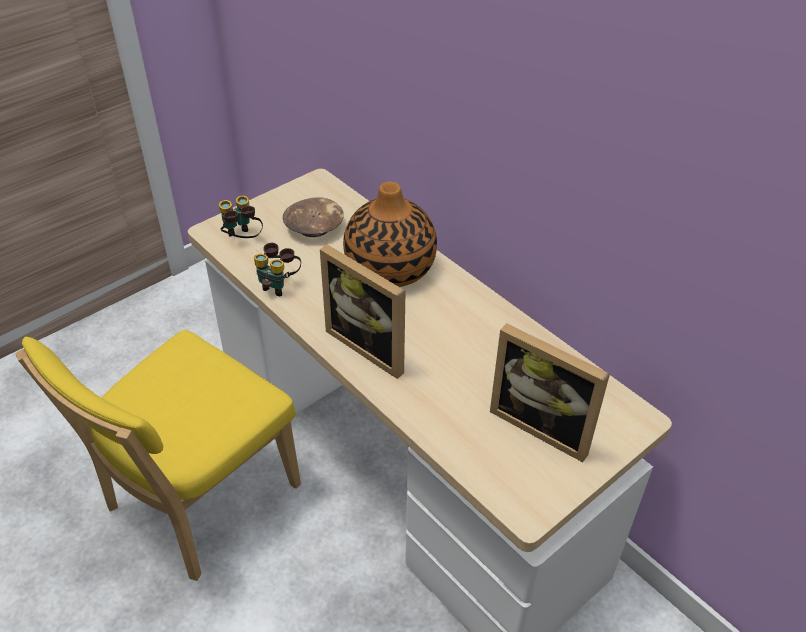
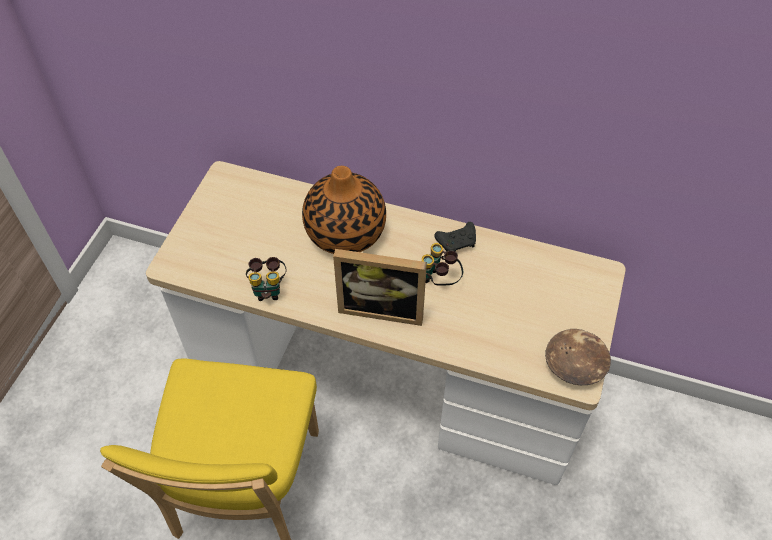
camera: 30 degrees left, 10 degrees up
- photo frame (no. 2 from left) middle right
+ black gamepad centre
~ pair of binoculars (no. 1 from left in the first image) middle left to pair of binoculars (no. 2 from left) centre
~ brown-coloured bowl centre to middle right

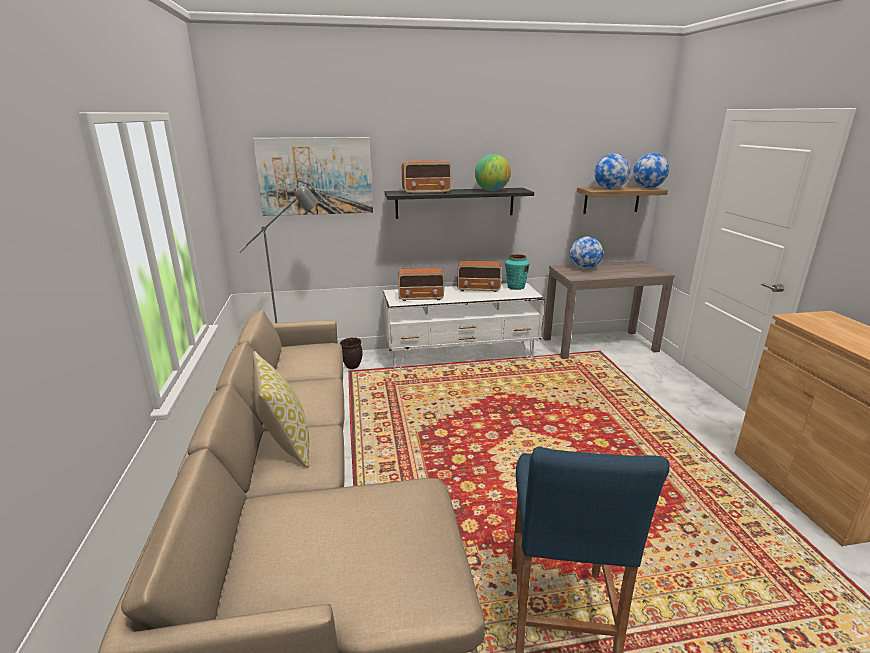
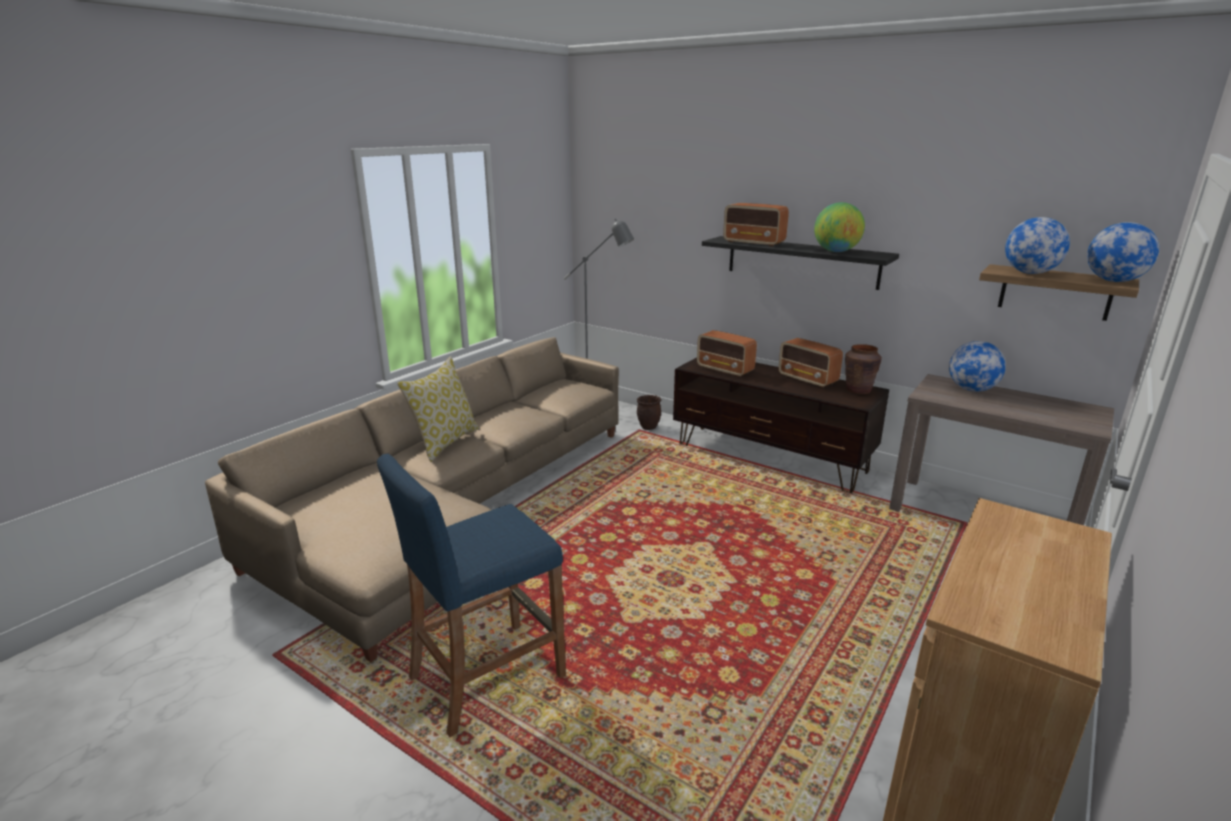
camera: 45 degrees right, 0 degrees up
- wall art top centre
~ whitish media console centre to brown-coloured media console centre
~ blue-green flower vase centre to brown-coloured flower vase middle right

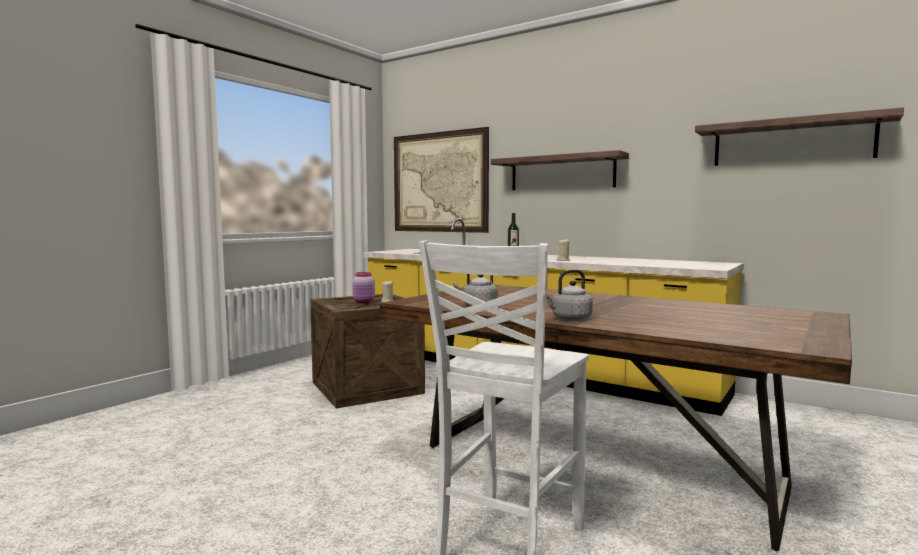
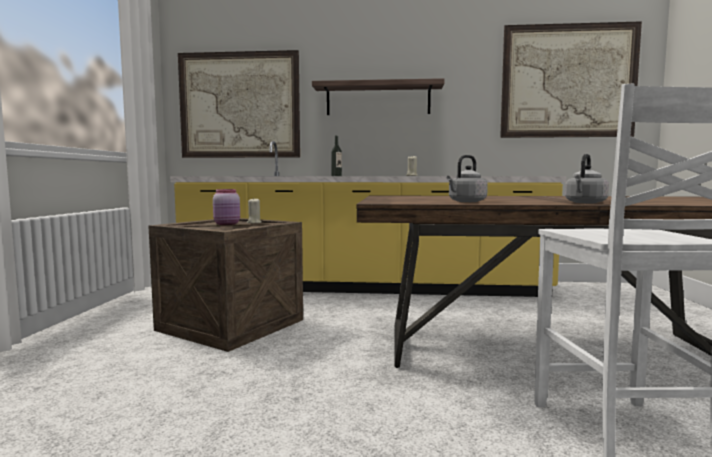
camera: 30 degrees left, 0 degrees up
~ wall shelf (no. 2 from left) top right to wall art (no. 2 from left) top right

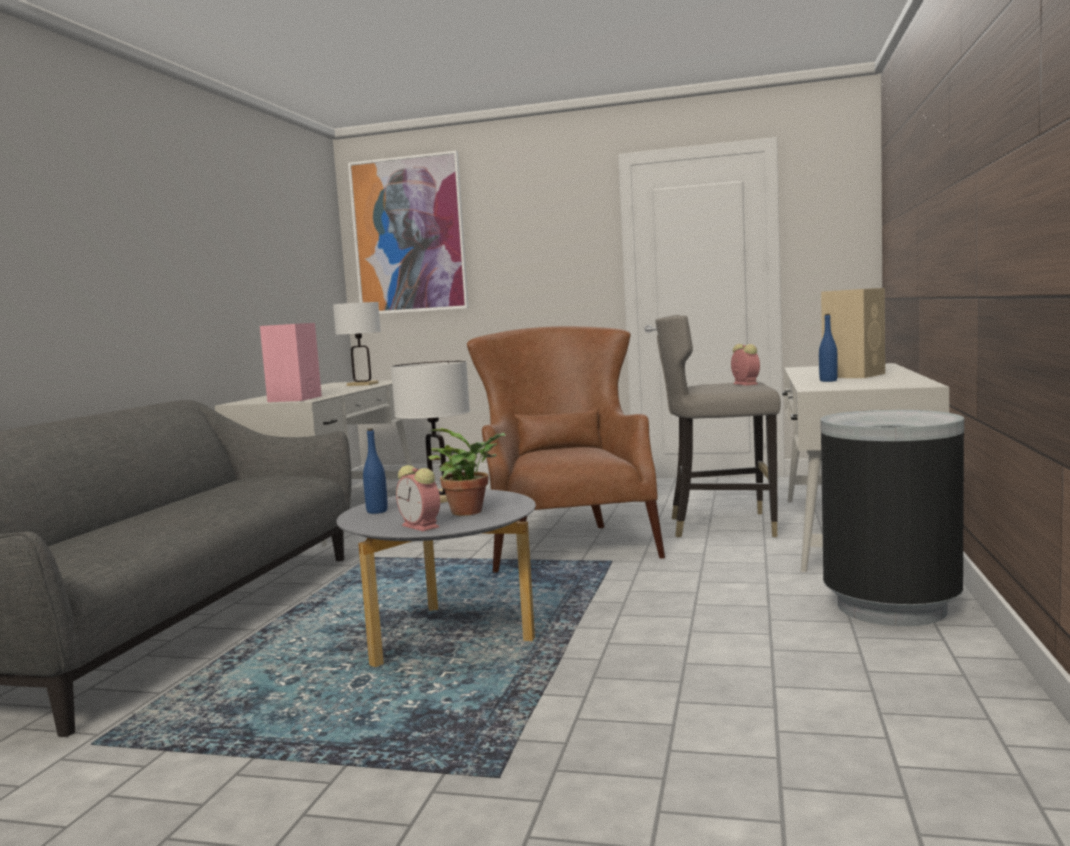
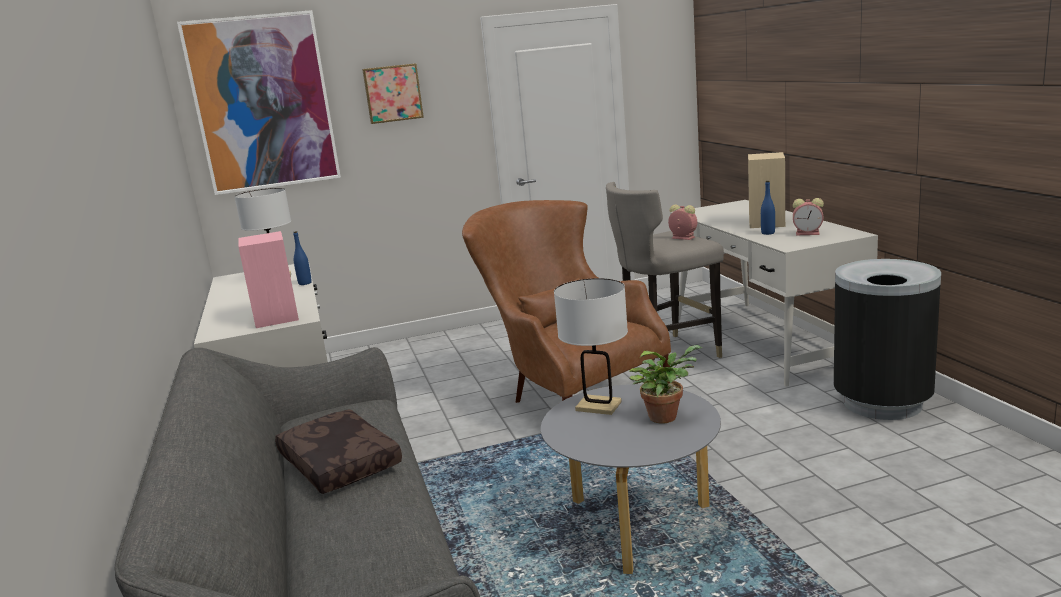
camera: 30 degrees left, 10 degrees up
+ brown-coloured pillow bottom left
+ wall art (no. 2 from left) top centre
~ bluish beverage bottle (no. 1 from left) centre to middle left
~ table clock (no. 1 from left in the first image) centre to table clock (no. 2 from left) middle right

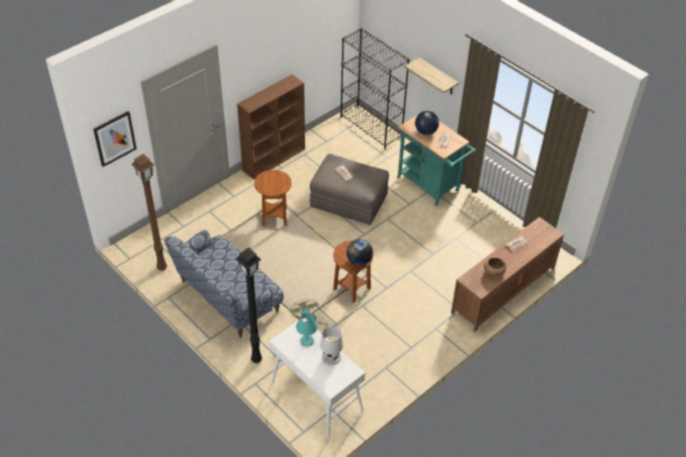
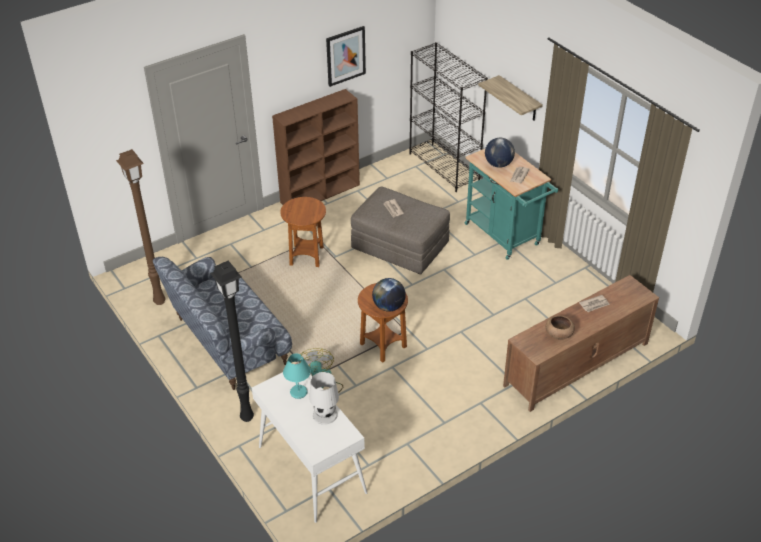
camera: 10 degrees right, 5 degrees down
~ wall art top left to top centre

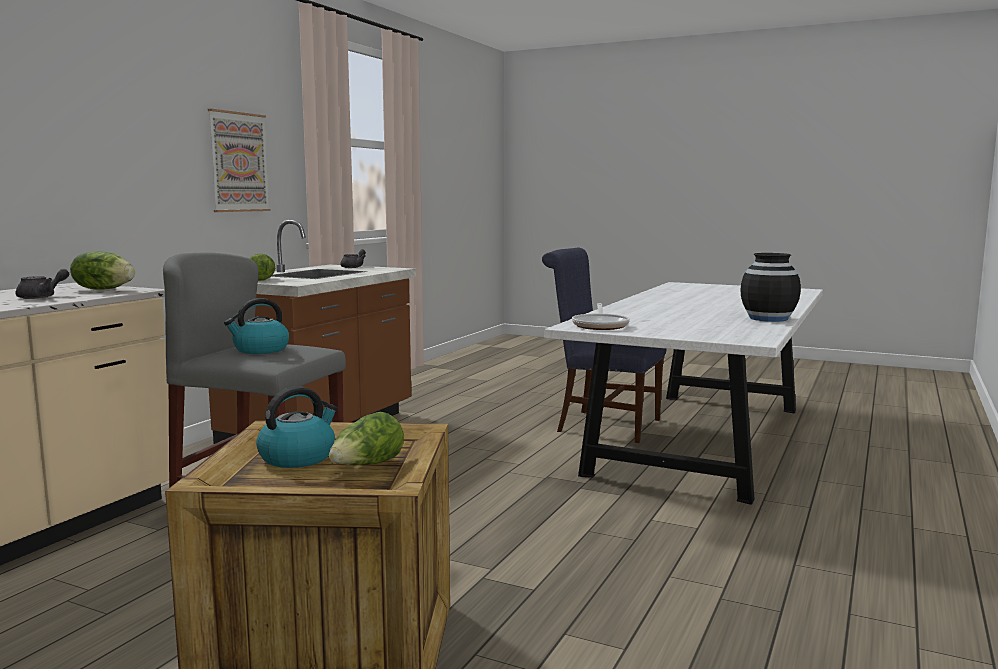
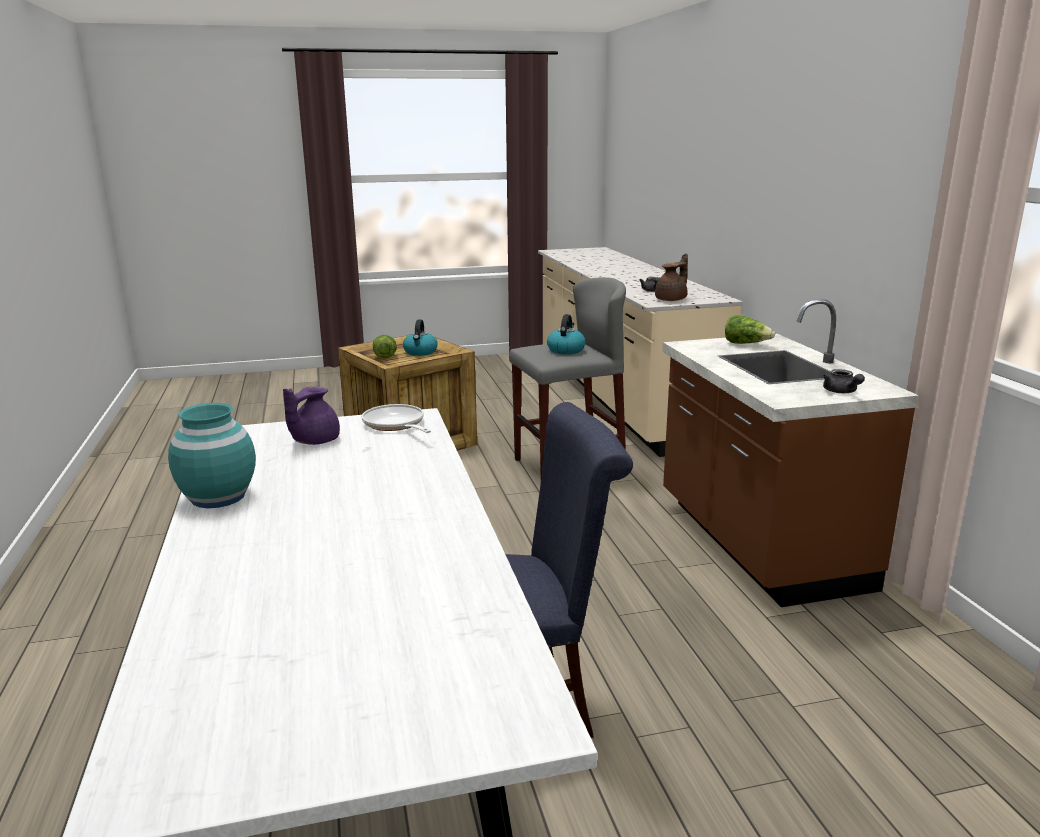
camera: 140 degrees right, 10 degrees up
- wall art top left
+ purple-coloured teapot middle left
~ head of lettuce (no. 1 from left) middle left to brown-coloured teapot top centre
~ black flower vase middle right to blue-green flower vase middle left

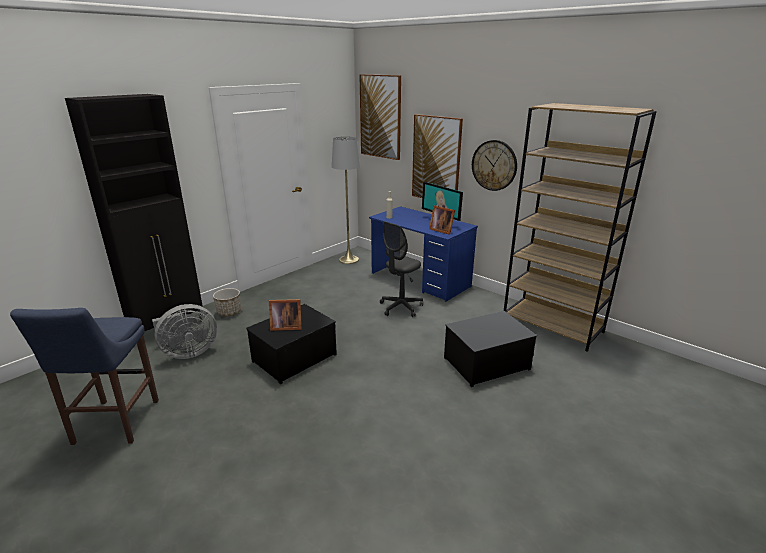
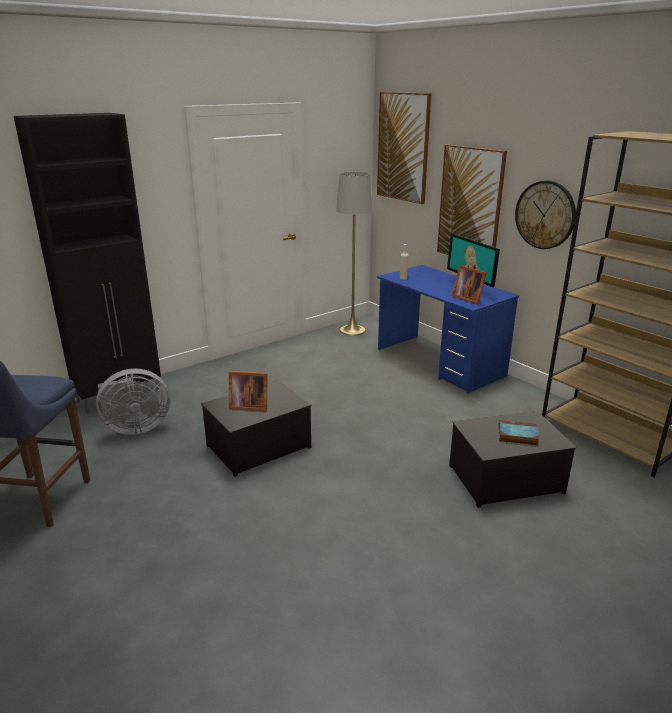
camera: 10 degrees right, 0 degrees up
- flower pot middle left
- grey office chair centre
+ volume middle right

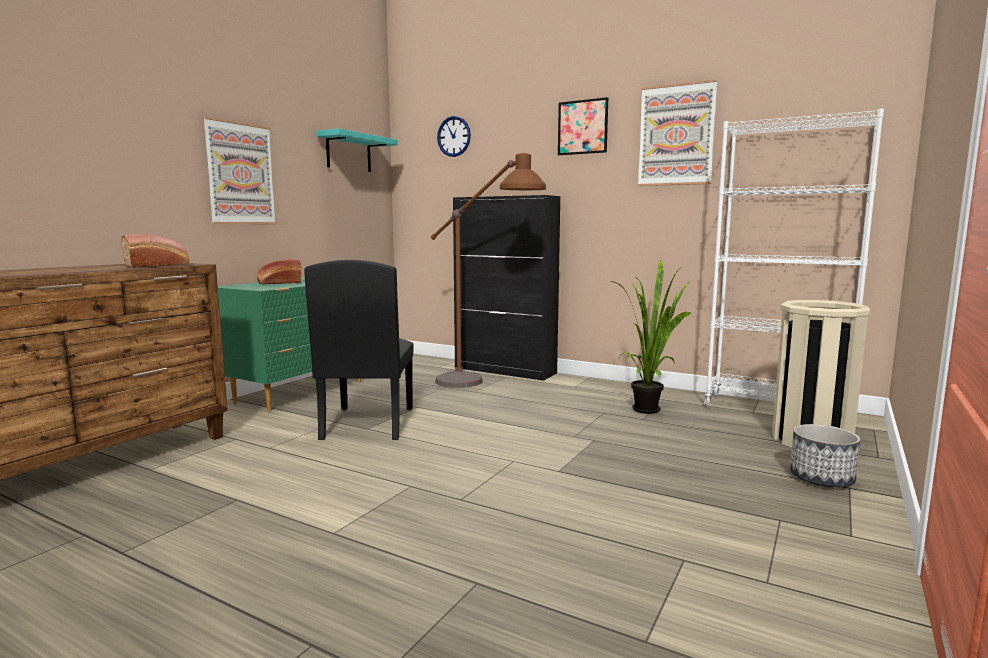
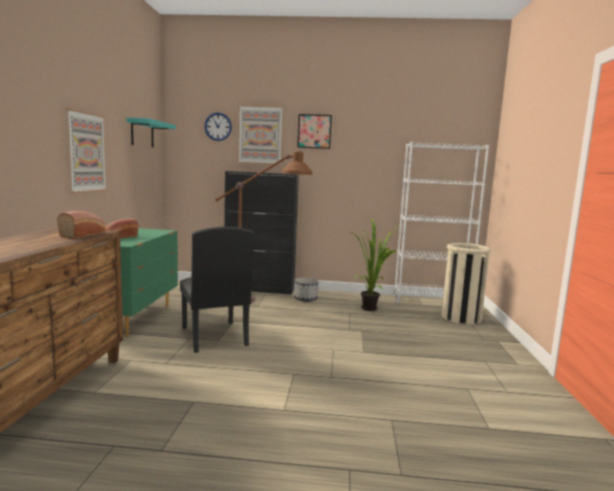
camera: 25 degrees left, 0 degrees up
~ wall art (no. 3 from left in the first image) top right to wall art (no. 2 from left) top centre
~ flower pot bottom right to centre

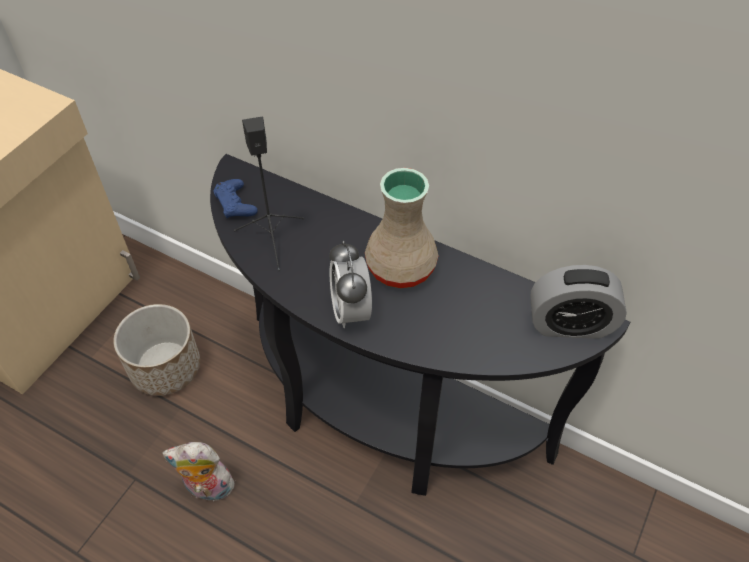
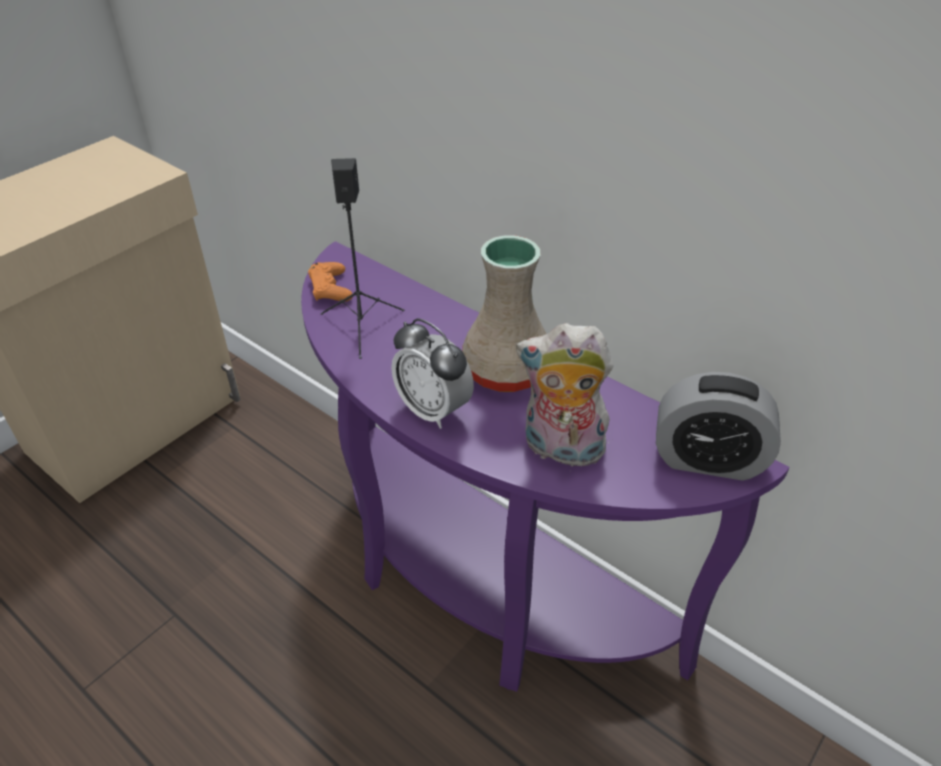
camera: 10 degrees right, 10 degrees down
- flower pot middle left
~ plush toy bottom left to centre
~ black hall table centre to purple-coloured hall table centre
~ bluish gamepad middle left to orange gamepad centre
~ table clock (no. 1 from left) centre = centre 45 degrees counterclockwise

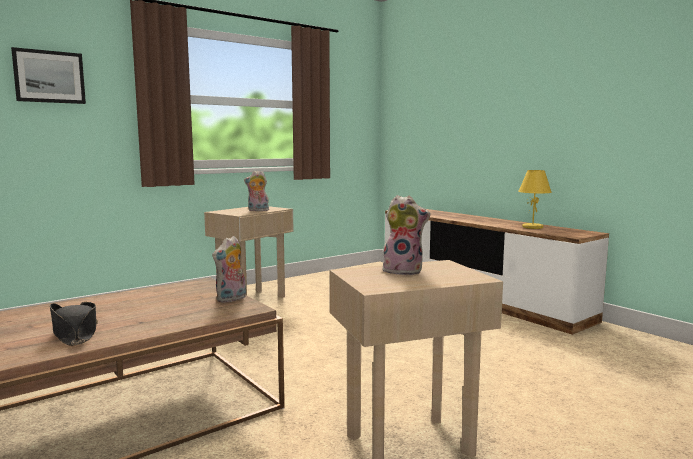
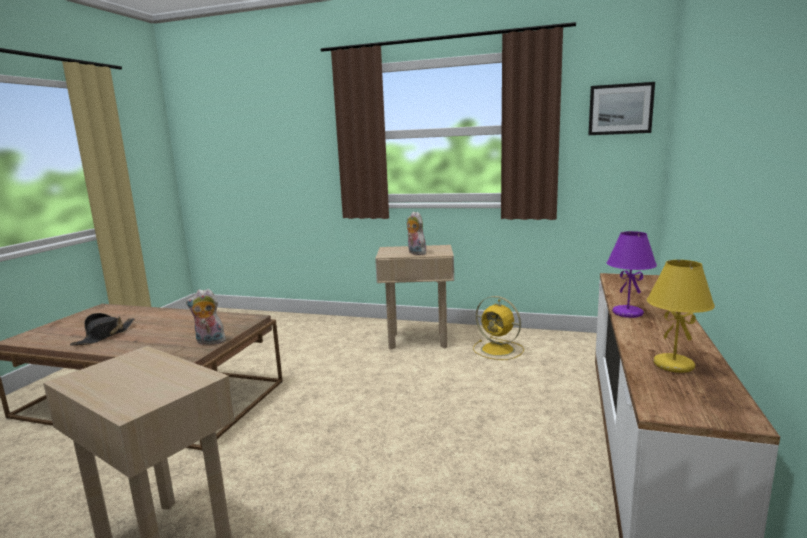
camera: 55 degrees right, 5 degrees up
- plush toy (no. 3 from left) centre
+ yellowish electric fan centre
+ purple-coloured table lamp middle right
~ wall art top left to top right

